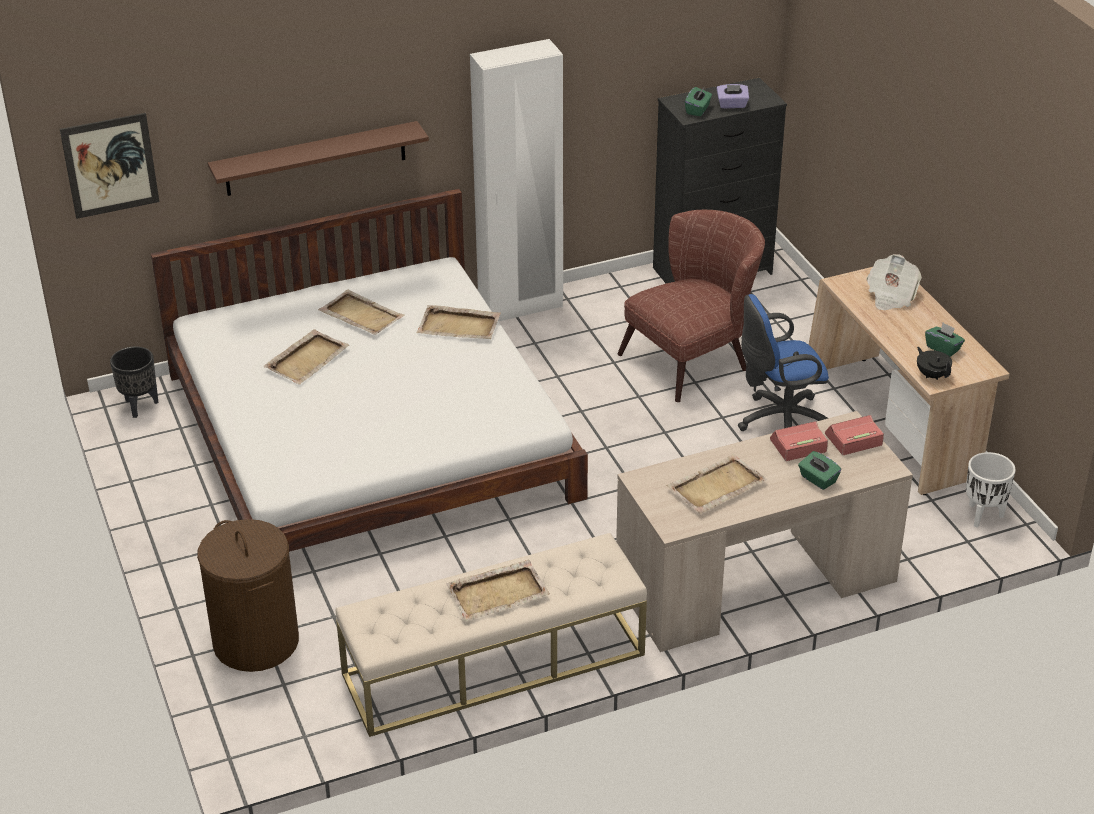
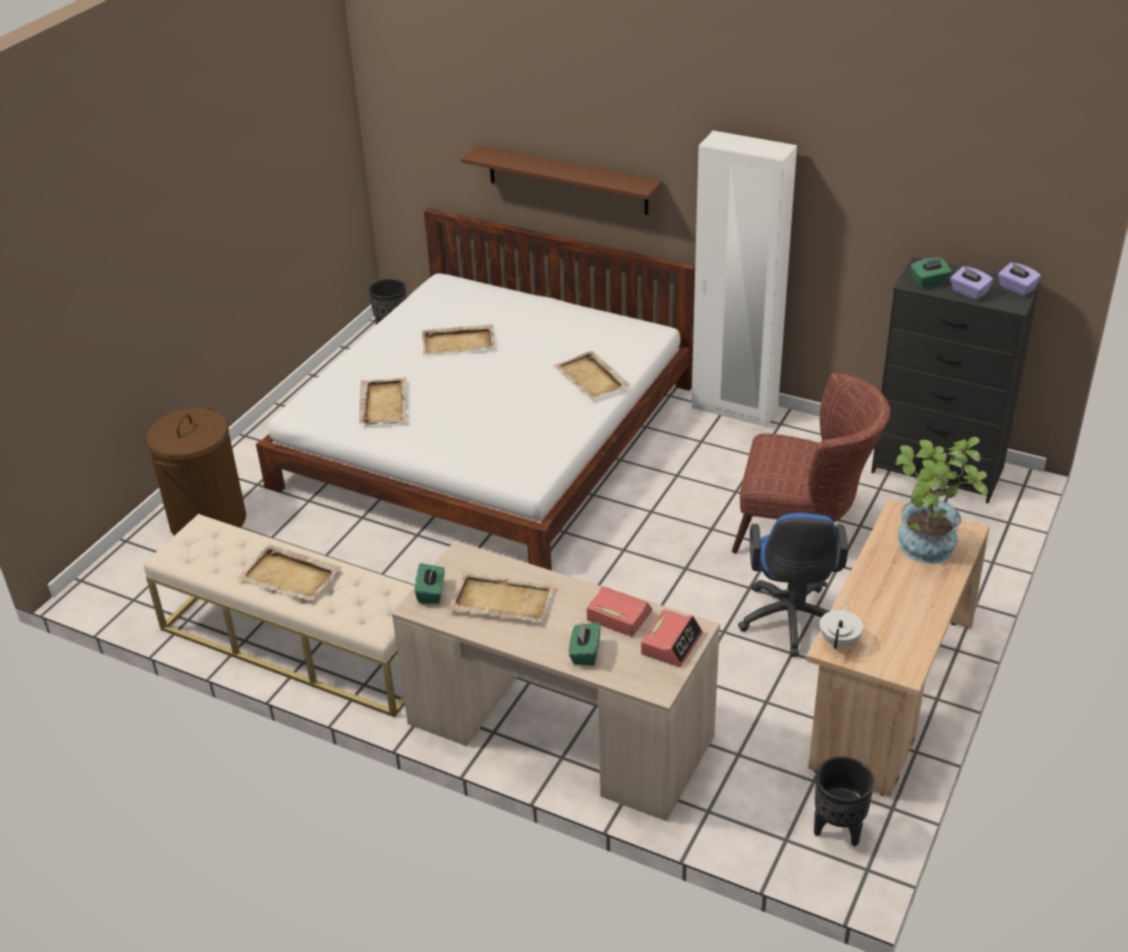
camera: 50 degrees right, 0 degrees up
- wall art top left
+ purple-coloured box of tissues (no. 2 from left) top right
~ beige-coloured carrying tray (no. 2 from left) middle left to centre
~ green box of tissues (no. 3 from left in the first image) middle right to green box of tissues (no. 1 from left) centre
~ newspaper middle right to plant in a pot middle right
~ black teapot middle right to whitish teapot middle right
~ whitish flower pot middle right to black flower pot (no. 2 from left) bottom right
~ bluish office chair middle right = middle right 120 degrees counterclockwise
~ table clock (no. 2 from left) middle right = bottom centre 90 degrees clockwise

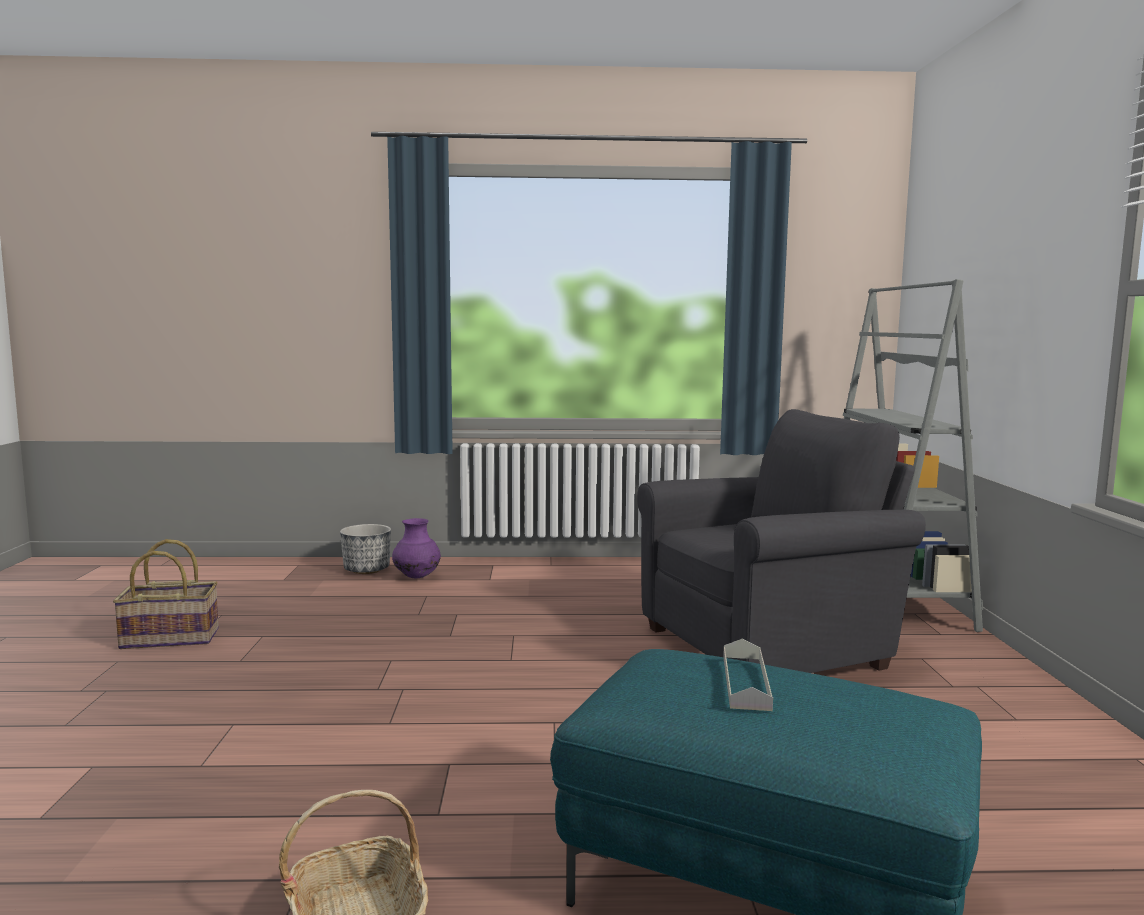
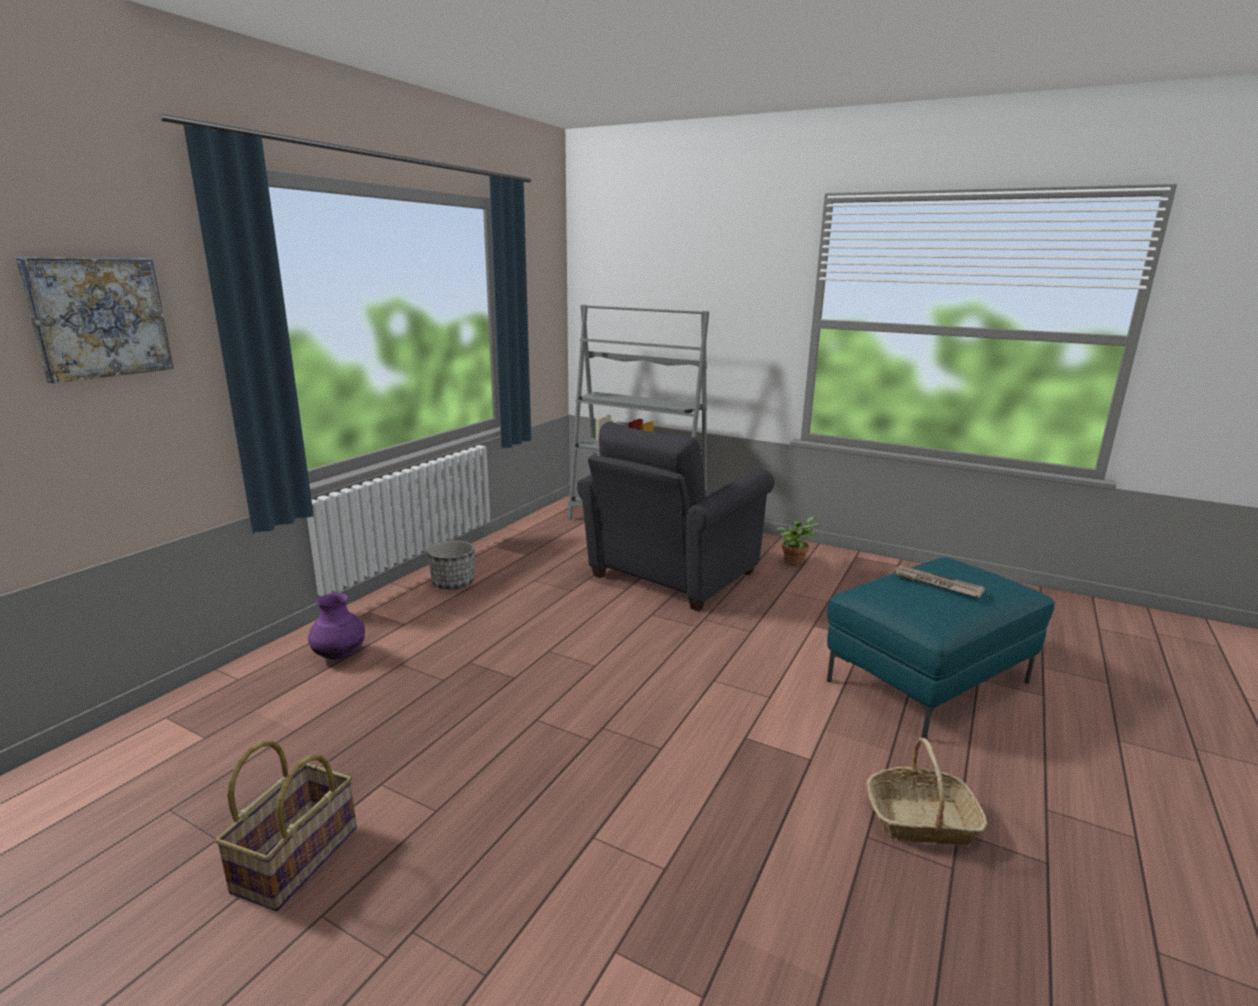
camera: 60 degrees left, 10 degrees up
+ wall art top left
+ plant in a pot centre
~ flower pot middle left to centre
~ grey carrying tray bottom centre to newspaper middle right
~ grey lounge chair middle right = centre 150 degrees counterclockwise

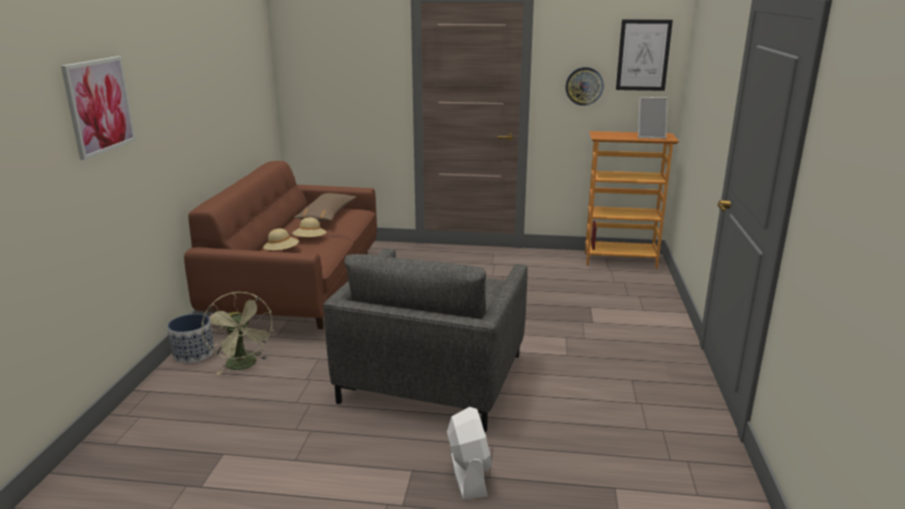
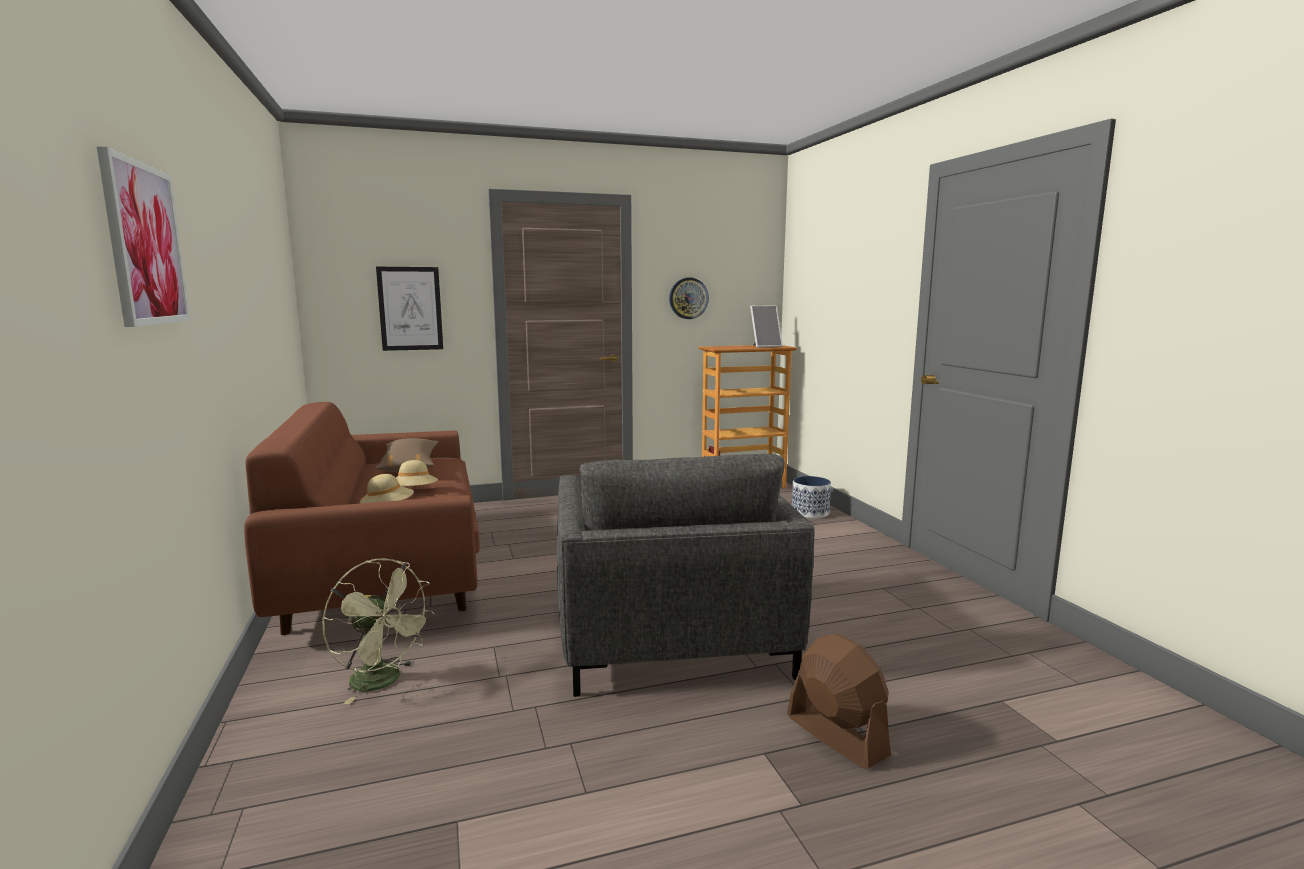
camera: 25 degrees left, 10 degrees down
~ flower pot middle left to centre
~ wall art (no. 2 from left) top right to middle left
~ whitish electric fan bottom centre to brown-coloured electric fan bottom centre

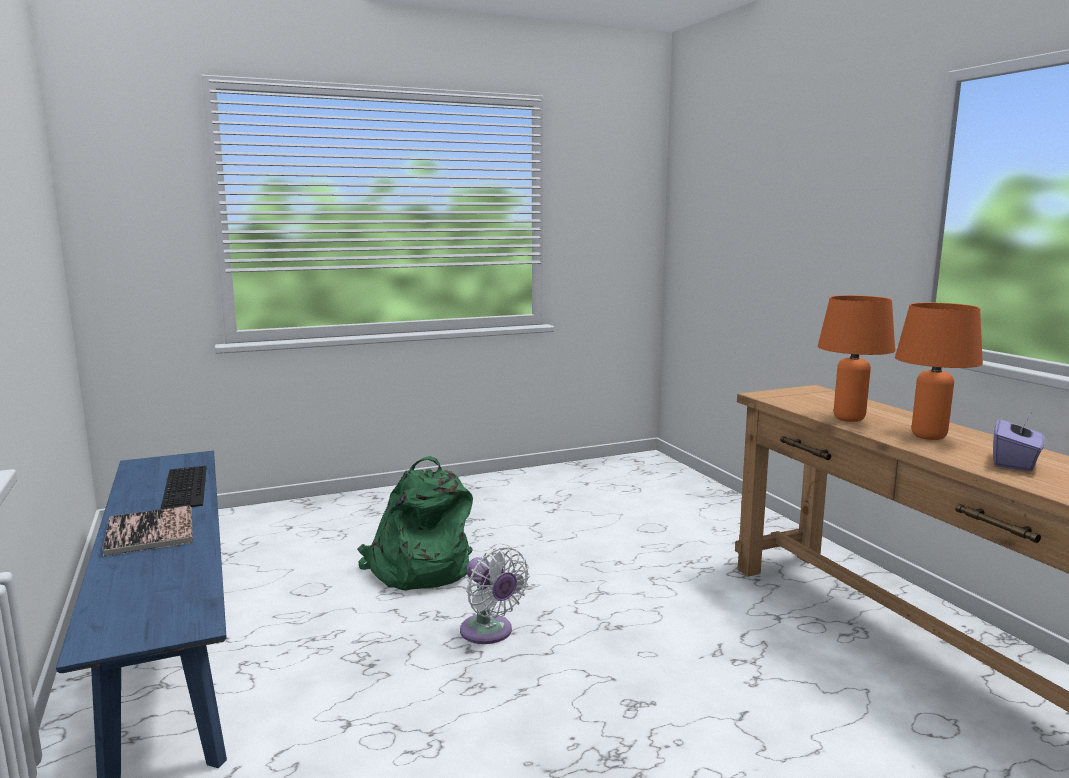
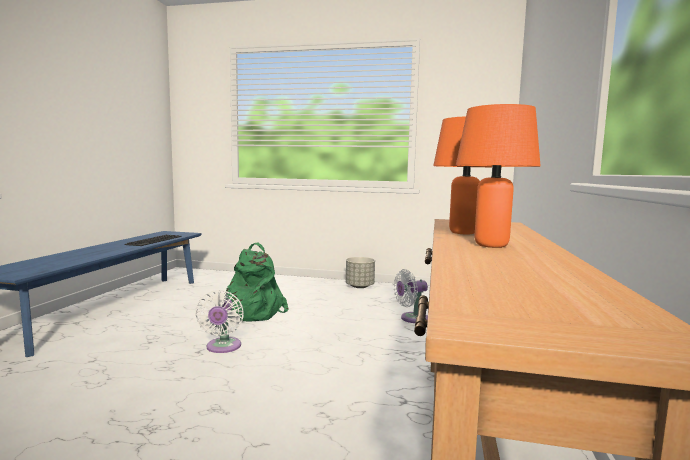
camera: 35 degrees right, 5 degrees down
- volume bottom left
- purple-coloured box of tissues middle right
+ grey flower pot centre
+ whitish electric fan (no. 2 from left) centre

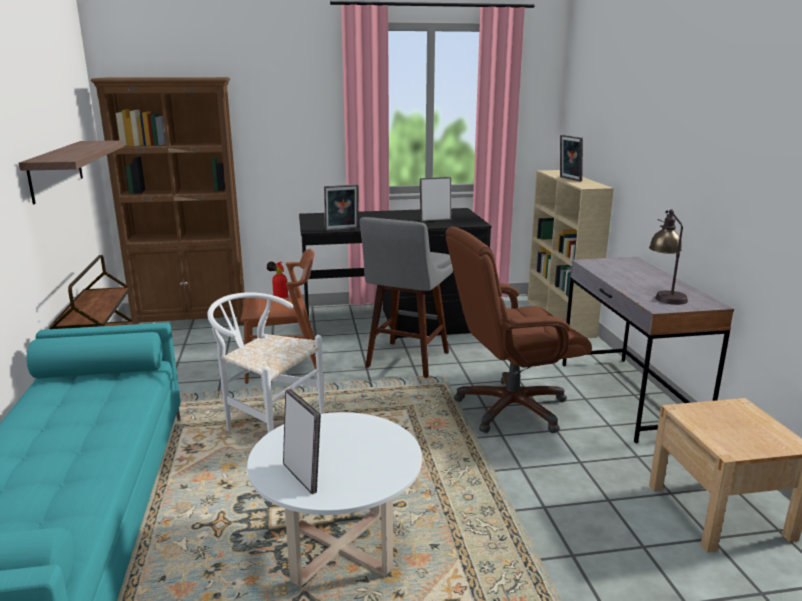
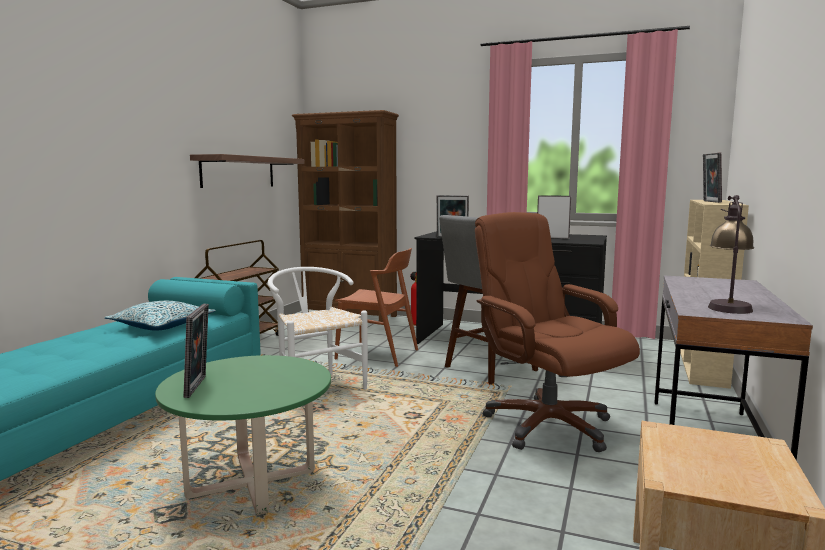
camera: 30 degrees right, 10 degrees down
+ pillow middle left
~ whitish low table bottom centre to green low table bottom left
~ brown-coloured office chair centre = middle right 45 degrees clockwise

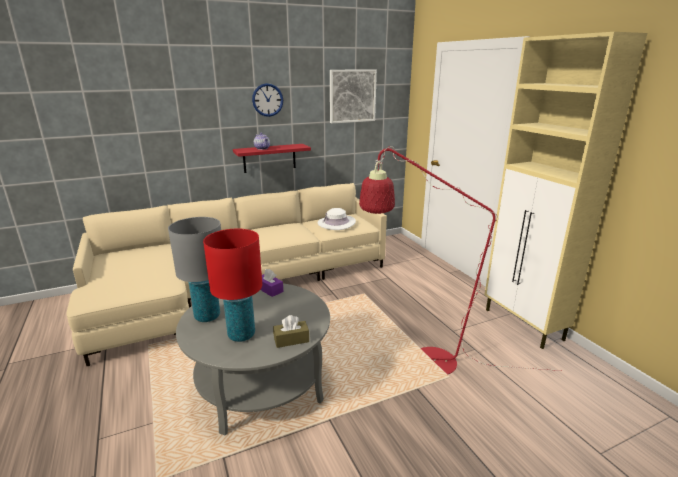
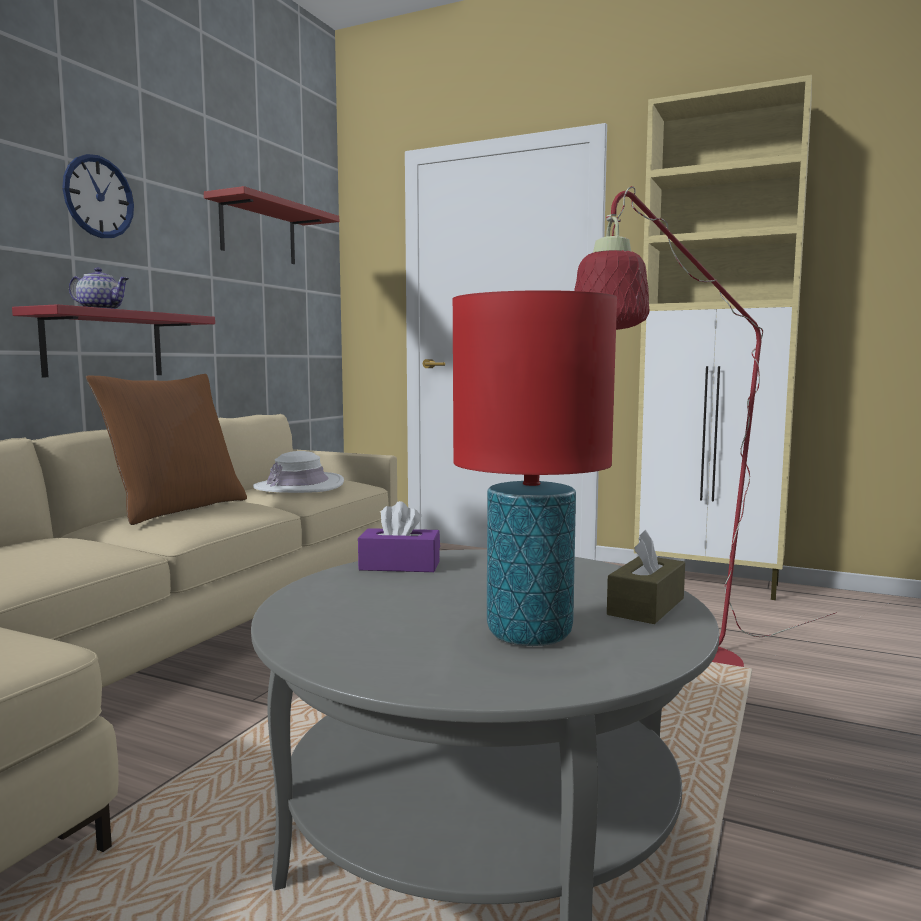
camera: 40 degrees left, 15 degrees down
- grey table lamp middle left
+ brown-coloured pillow middle left
~ wall art top centre to red-coloured wall shelf (no. 2 from left) top left

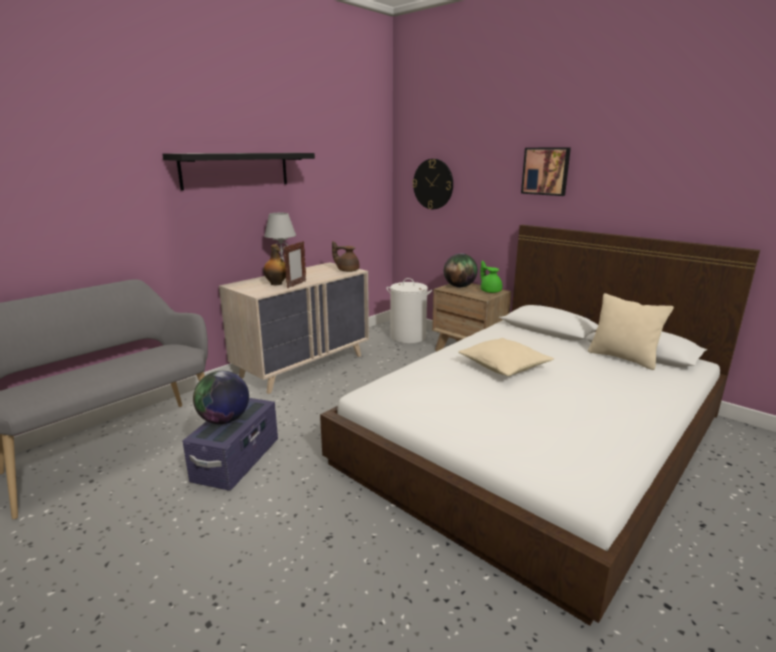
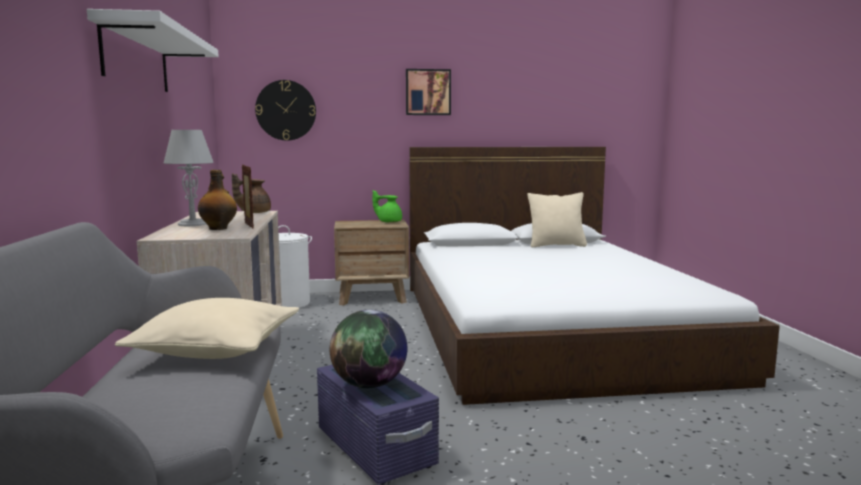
camera: 50 degrees left, 10 degrees down
- world globe (no. 2 from left) centre
~ beige-coloured pillow (no. 1 from left) centre to bottom left
~ black wall shelf top left to whitish wall shelf top left

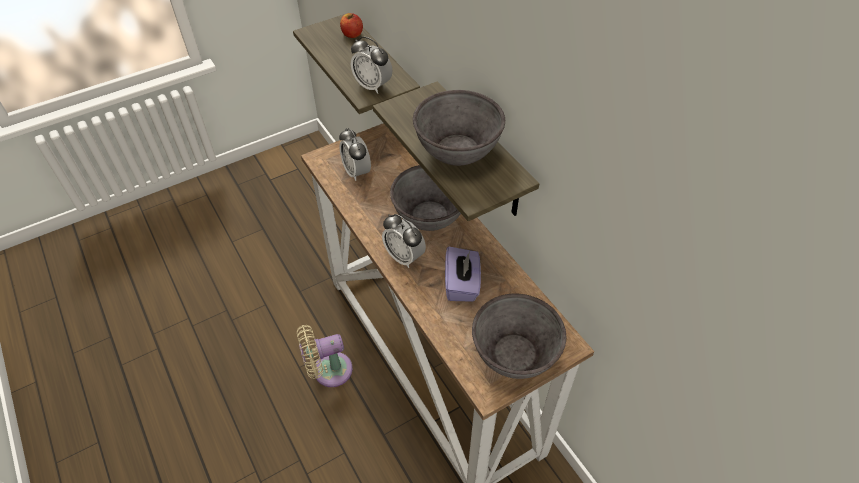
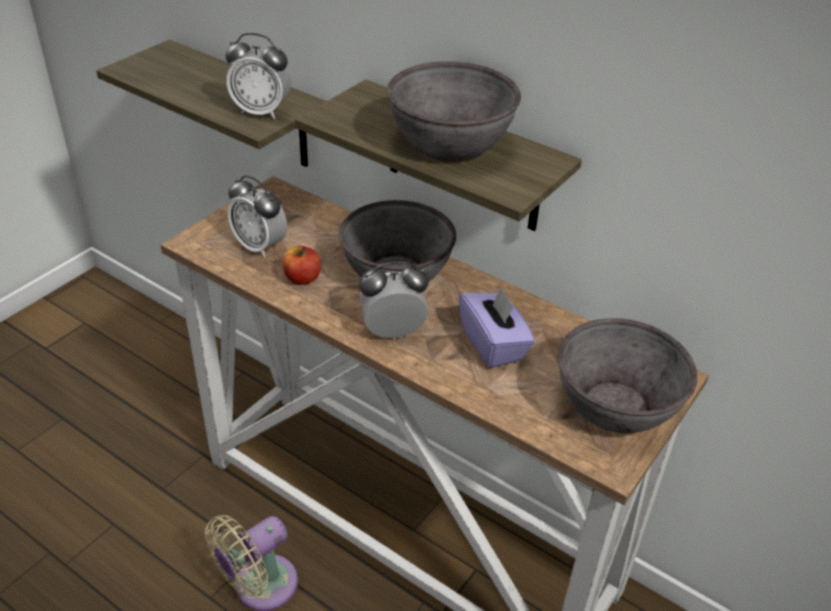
camera: 25 degrees left, 10 degrees down
~ apple top centre to centre
~ table clock (no. 3 from left) centre = centre 150 degrees clockwise

